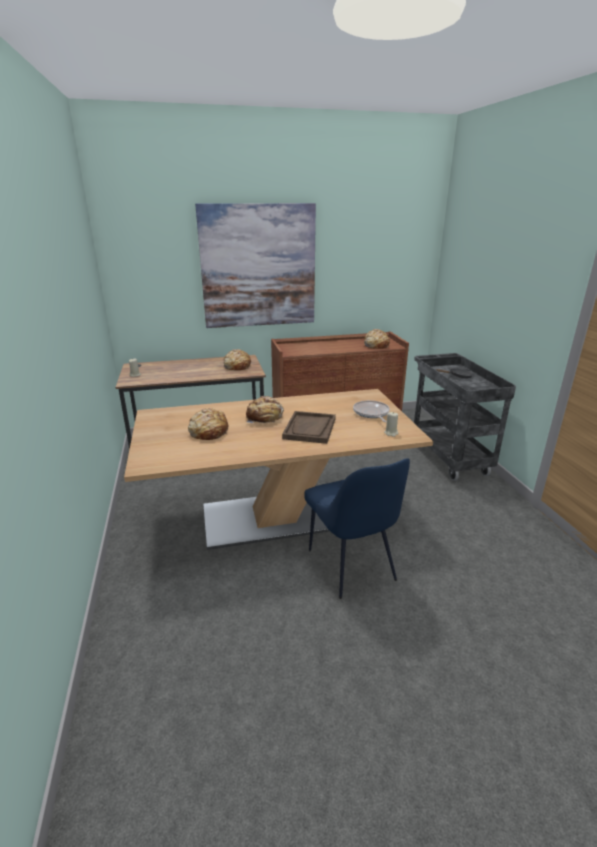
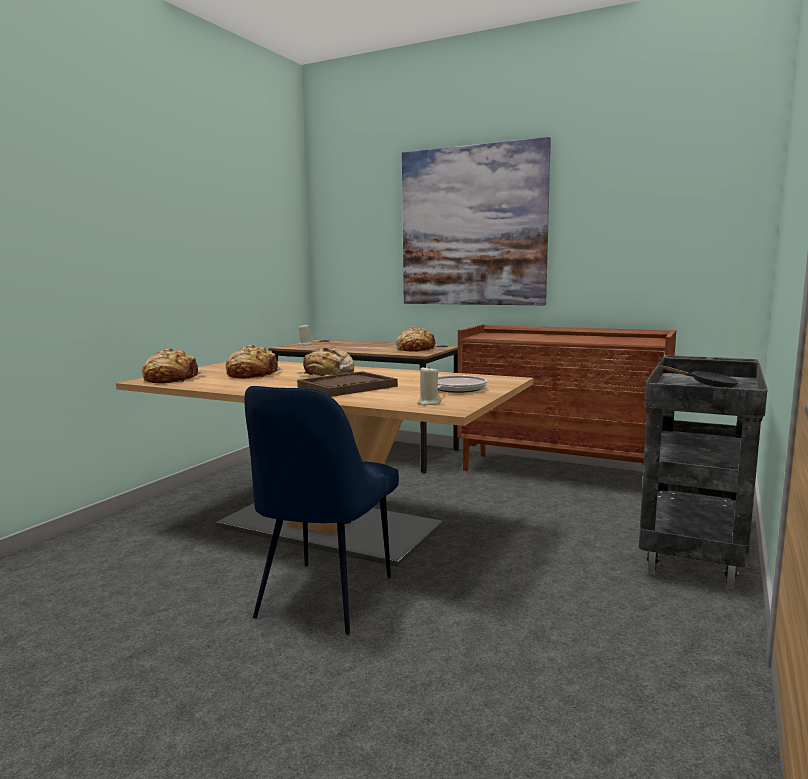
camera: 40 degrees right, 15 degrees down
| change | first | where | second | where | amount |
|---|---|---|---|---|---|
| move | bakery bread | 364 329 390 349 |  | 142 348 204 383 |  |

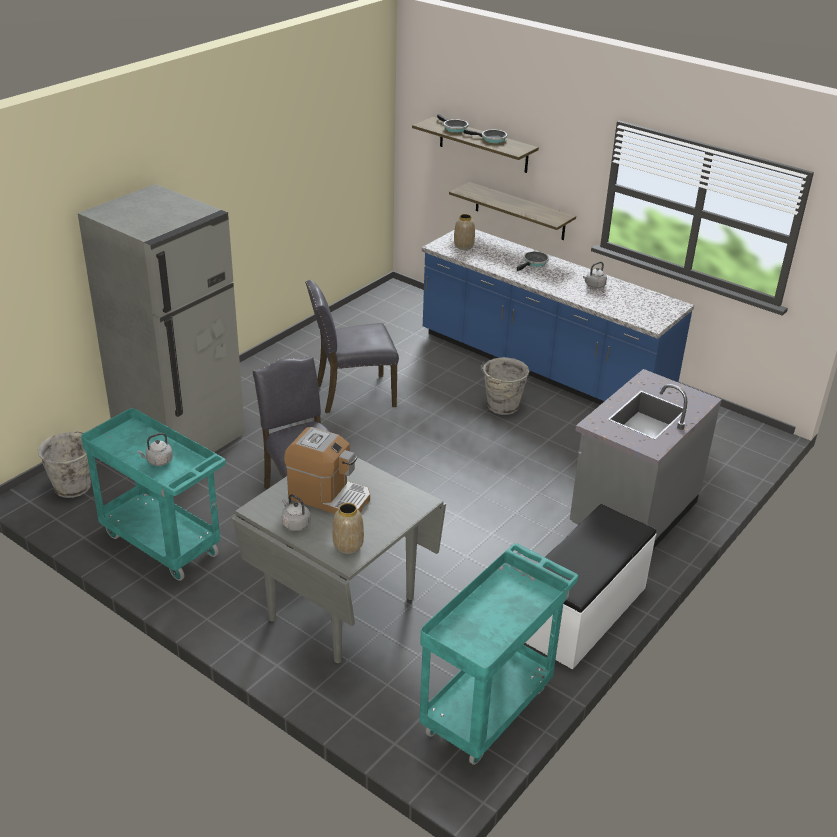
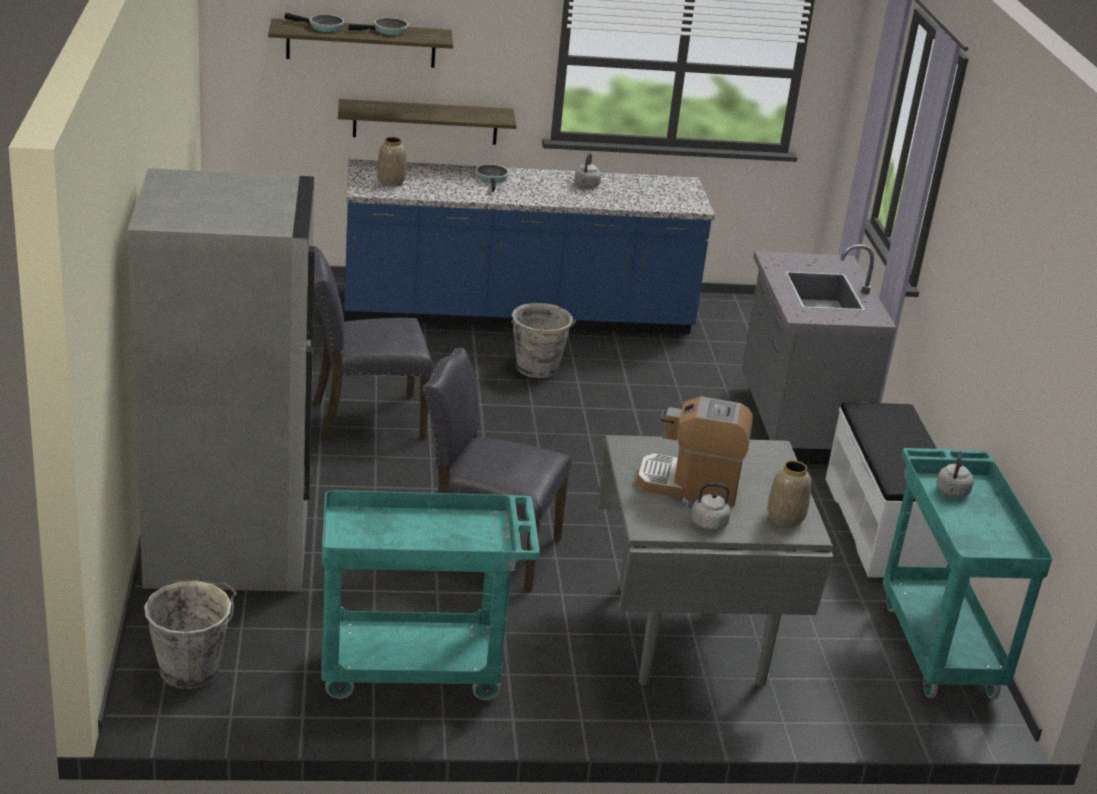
camera: 45 degrees left, 5 degrees down
| change | first | where | second | where | amount |
|---|---|---|---|---|---|
| rotate | grey chair | 305 280 399 413 |  | 313 246 433 440 | 45 degrees clockwise |
| rotate | coffee maker | 284 427 370 514 |  | 637 396 753 507 | 150 degrees counterclockwise |
| move | grey water kettle | 137 433 173 466 |  | 936 451 974 497 |  |

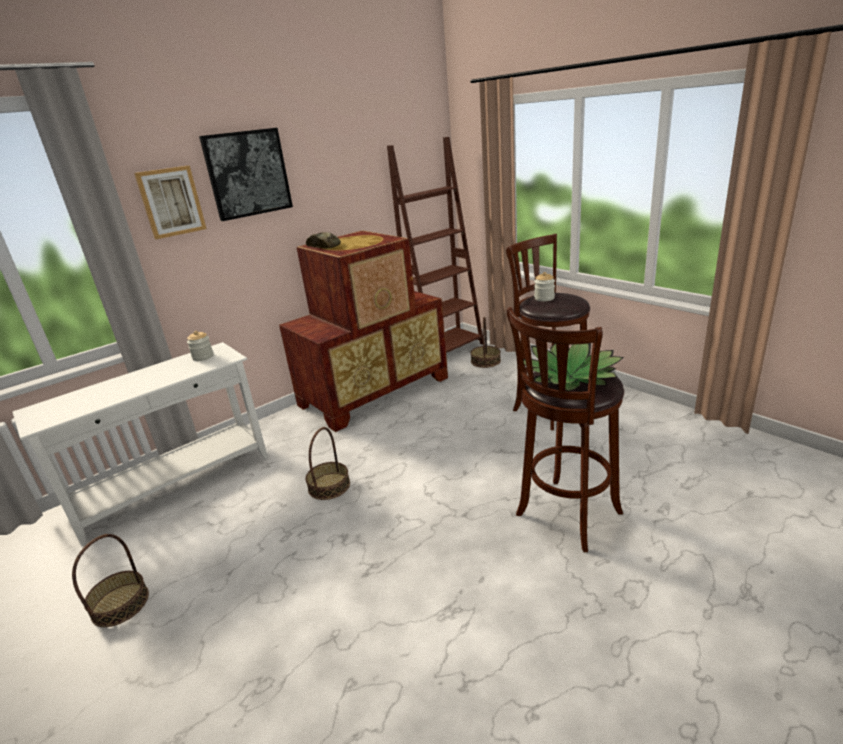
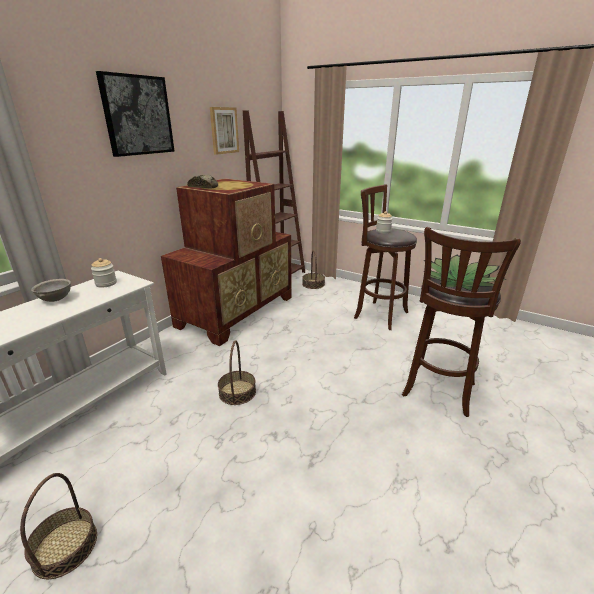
camera: 20 degrees left, 0 degrees up
| change | first | where | second | where | amount |
|---|---|---|---|---|---|
| move | wall art | 134 166 207 239 |  | 210 107 239 155 |  |
| insert |  |  | grey bowl | 31 279 71 302 |  |

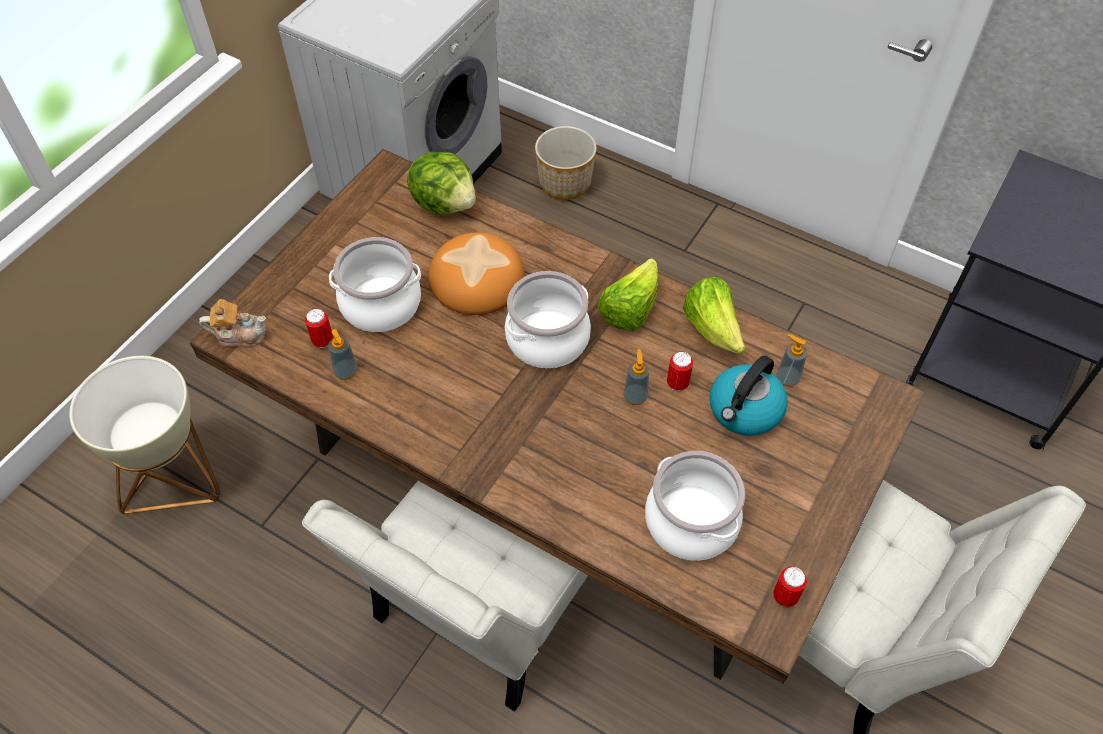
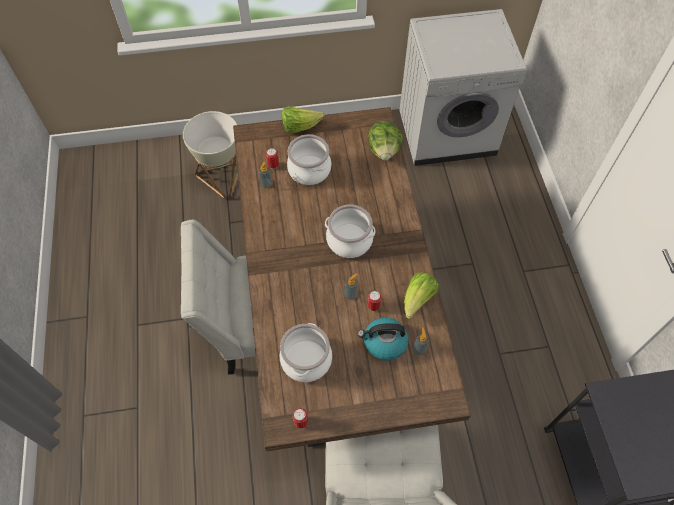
camera: 50 degrees right, 5 degrees up
| change | first | where | second | where | amount |
|---|---|---|---|---|---|
| delete | plant pot | 535 126 597 200 |  |  |  |
| delete | bakery bread | 428 232 525 315 |  |  |  |
| move | lettuce | 597 258 658 331 |  | 282 106 324 134 |  |
| delete | teapot | 199 299 266 347 |  |  |  |

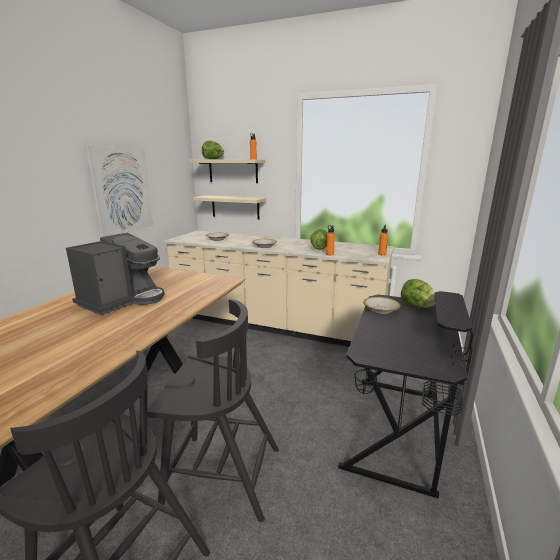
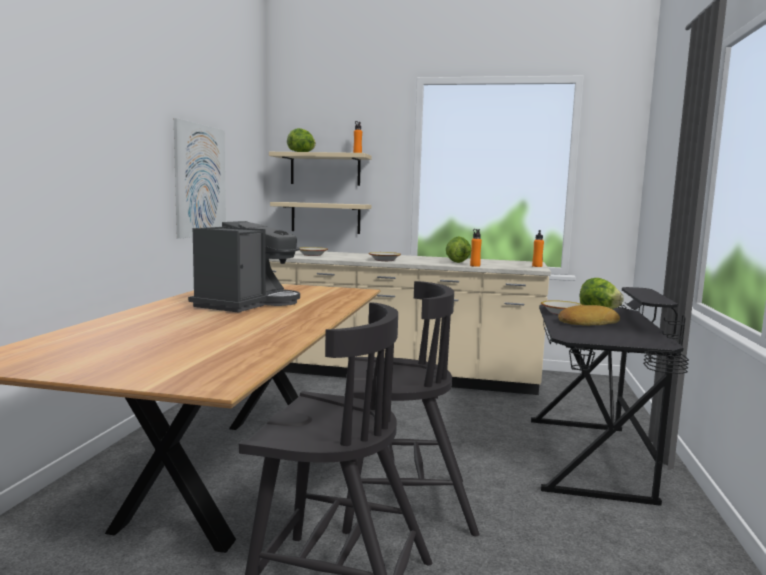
camera: 10 degrees left, 10 degrees down
| change | first | where | second | where | amount |
|---|---|---|---|---|---|
| insert |  |  | bakery bread | 558 305 620 326 |  |

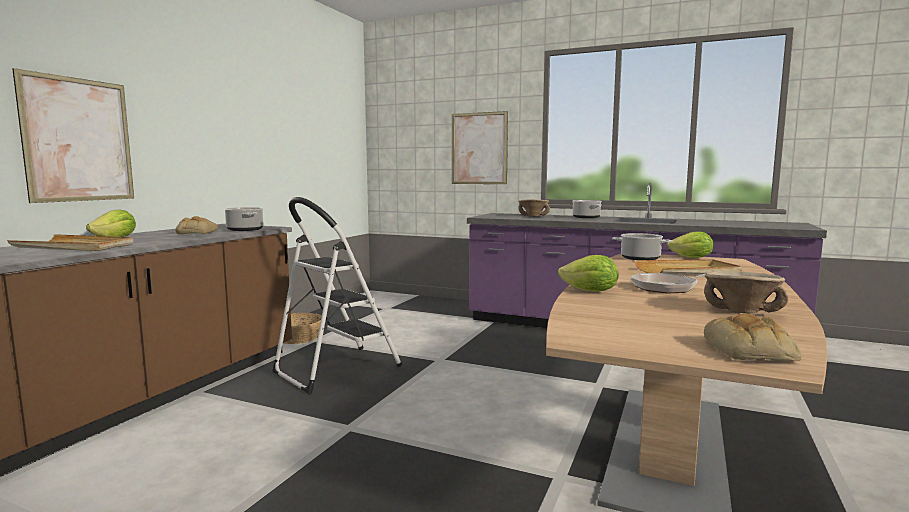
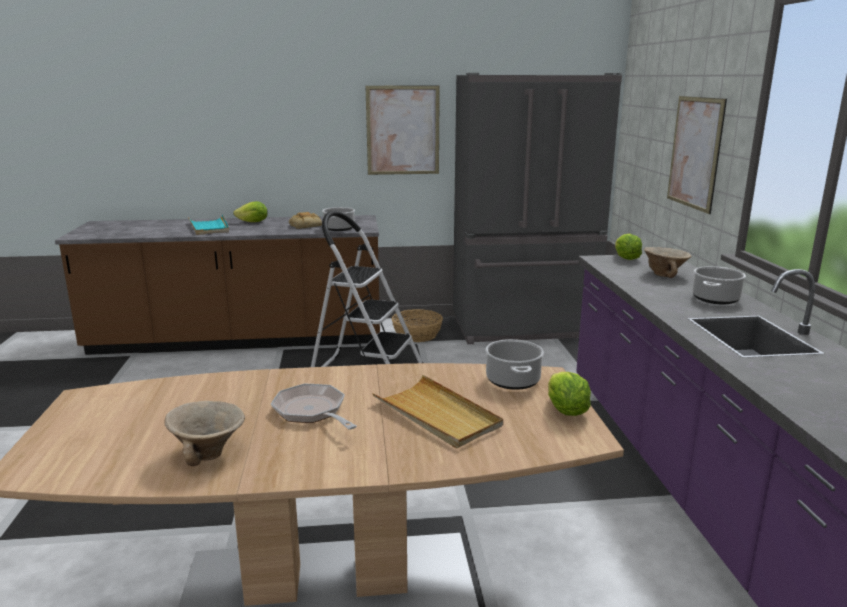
camera: 60 degrees right, 10 degrees up
| change | first | where | second | where | amount |
|---|---|---|---|---|---|
| move | wall art | 12 68 134 203 |  | 365 86 440 175 |  |
| recolor | sand-coloured serving tray | 7 234 133 251 | blue-green serving tray | 189 214 229 235 |  |
| move | lettuce | 558 255 618 292 |  | 615 234 642 260 |  |
| delete | bakery bread | 704 314 801 361 |  |  |  |
| insert |  |  | grey kitchen fridge | 453 73 622 344 |  |

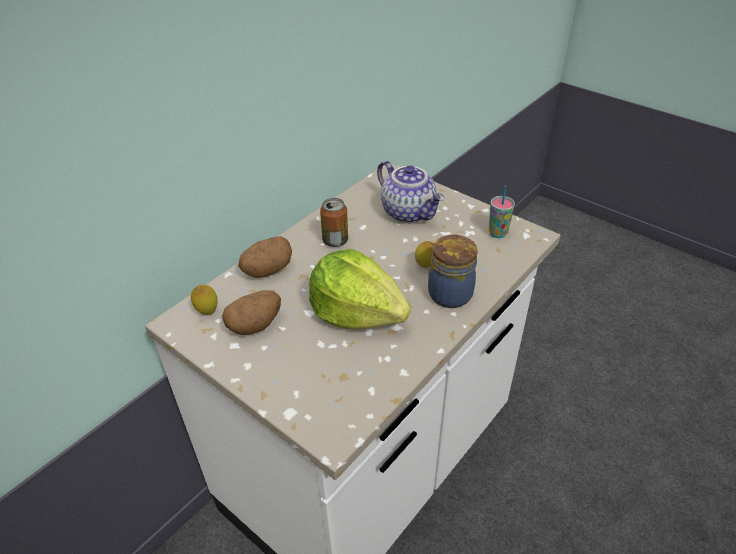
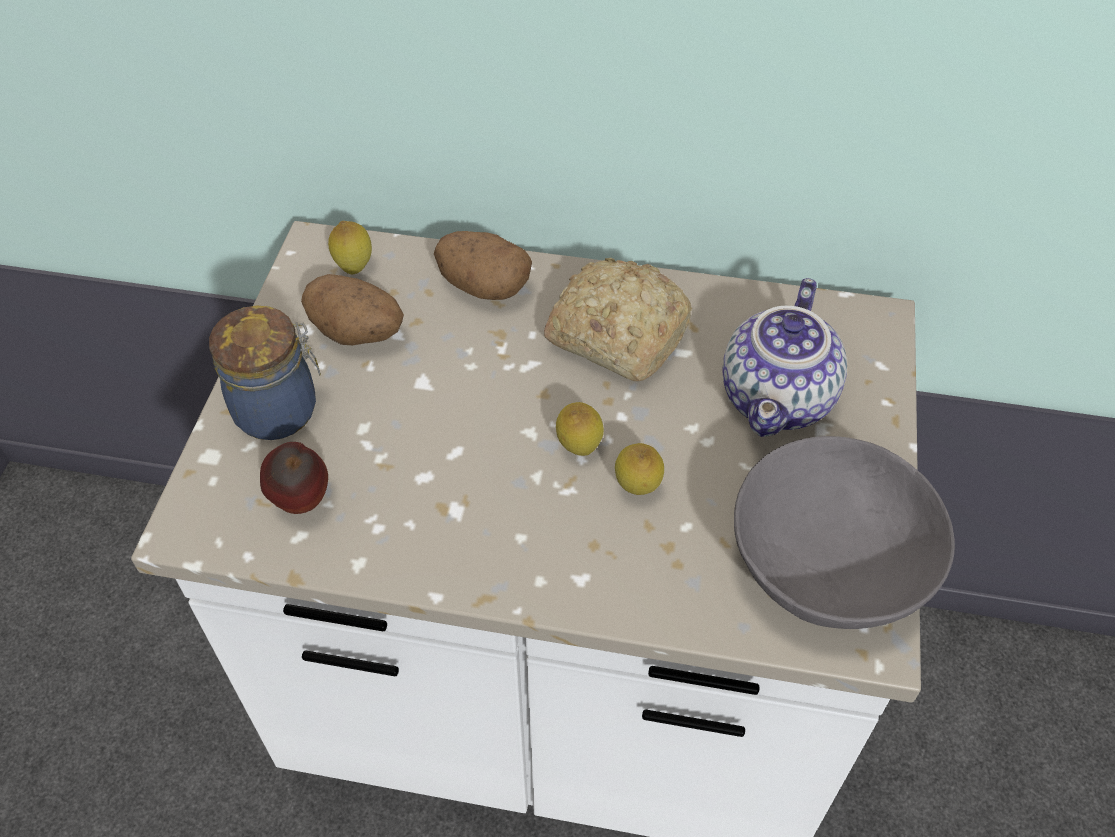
camera: 60 degrees right, 10 degrees up
| change | first | where | second | where | amount |
|---|---|---|---|---|---|
| replace | small cup | 489 186 515 238 | grey bowl | 734 436 955 629 |  |
| replace | metal can | 320 198 348 247 | bakery bread | 544 258 692 381 |  |
| move | storage jar | 428 234 478 308 |  | 209 306 321 440 |  |
| delete | lettuce | 309 249 411 330 |  |  |  |
| insert |  |  | citrus fruit | 556 402 604 456 |  |
| insert |  |  | apple | 260 442 328 514 |  |

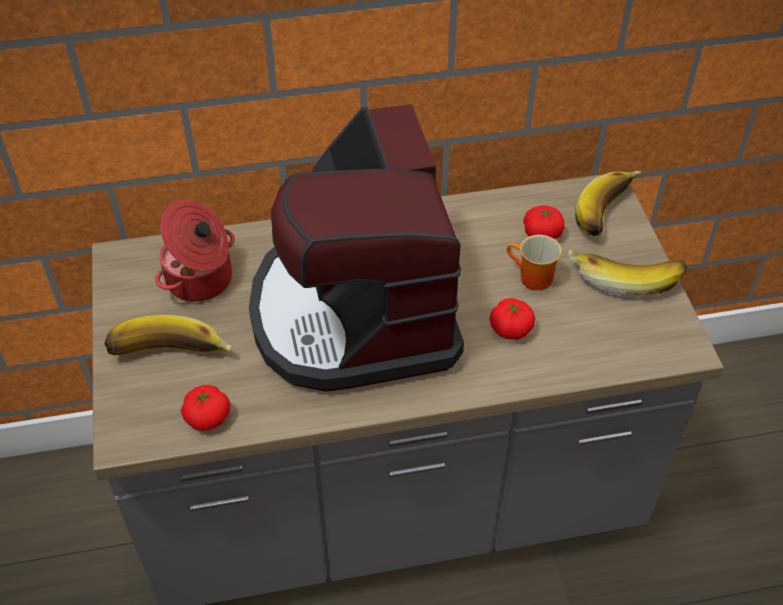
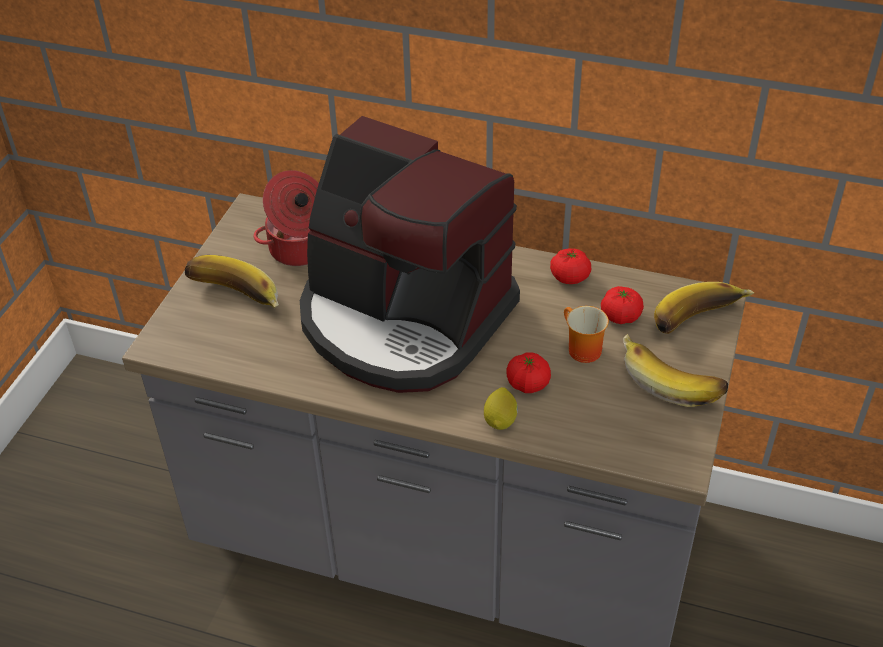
camera: 30 degrees right, 5 degrees down
| change | first | where | second | where | amount |
|---|---|---|---|---|---|
| rotate | coffee maker | 249 104 464 392 |  | 300 116 520 393 | 75 degrees counterclockwise |
| move | tomato | 181 385 230 431 |  | 550 248 591 284 |  |
| insert |  |  | citrus fruit | 484 387 518 430 |  |

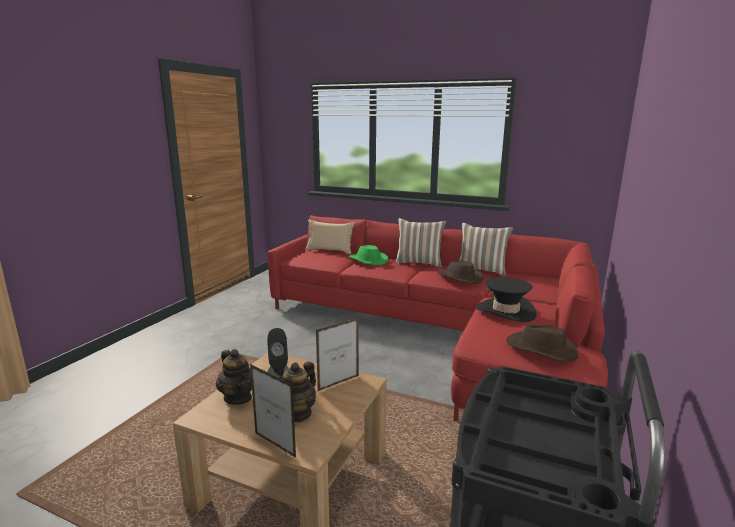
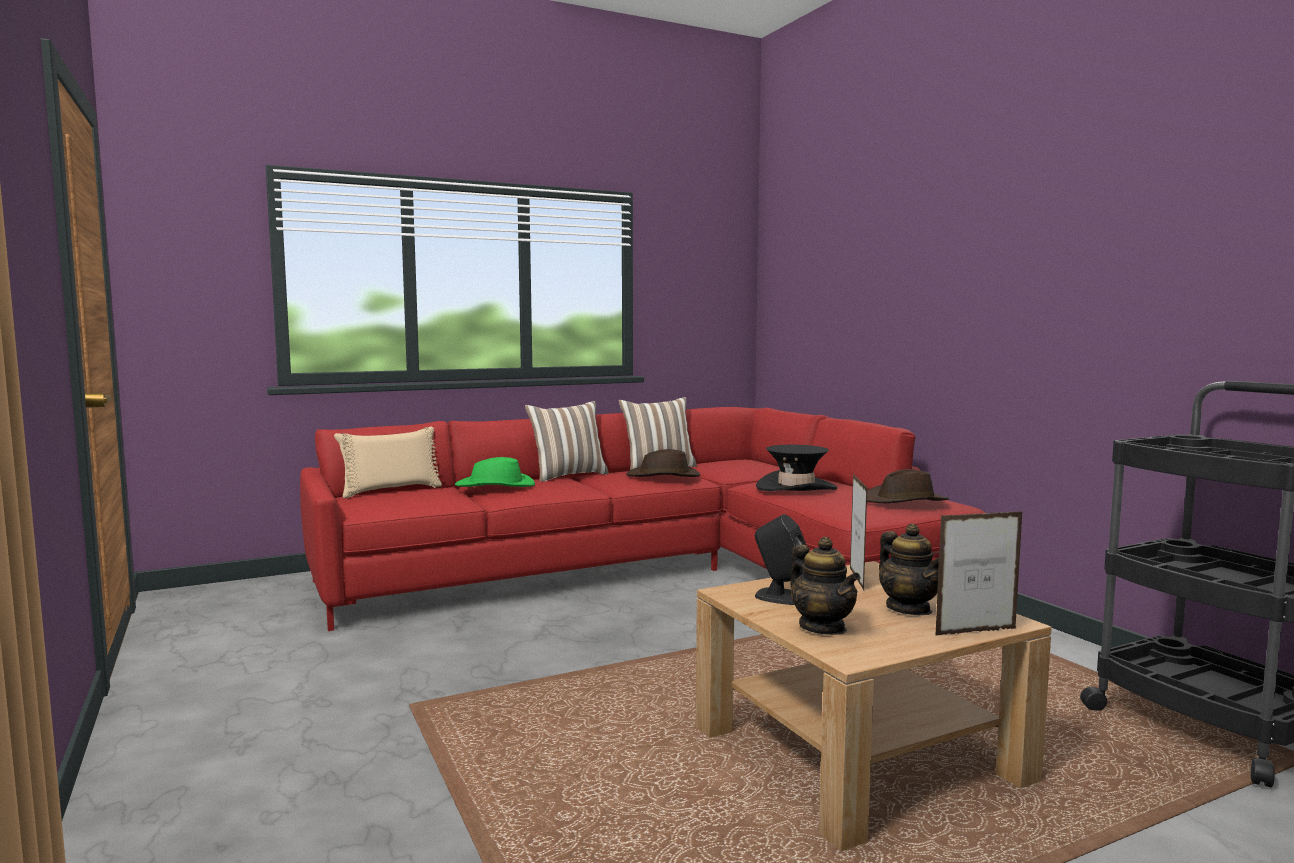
camera: 50 degrees left, 10 degrees down
| change | first | where | second | where | amount |
|---|---|---|---|---|---|
| rotate | teapot | 216 349 252 405 |  | 790 537 860 635 | 60 degrees clockwise |

